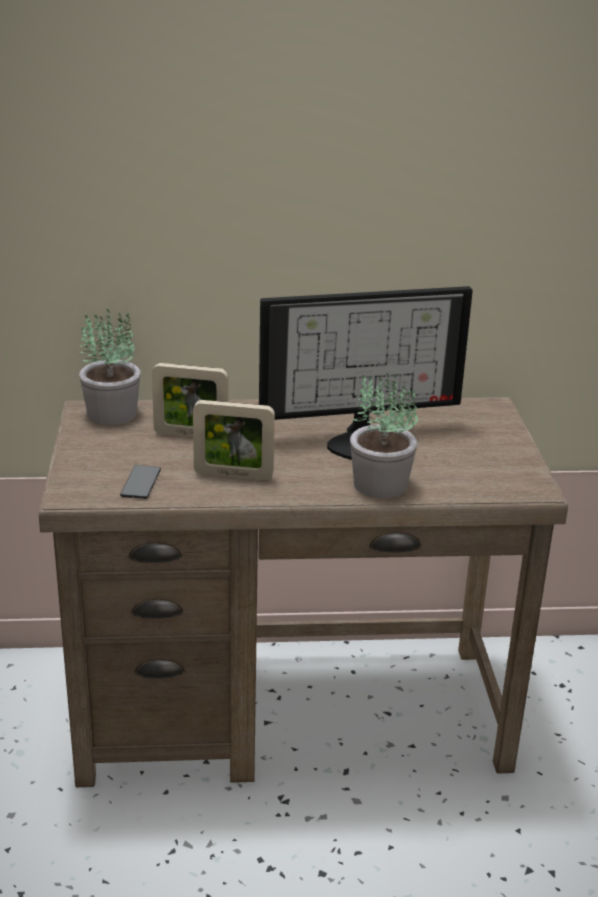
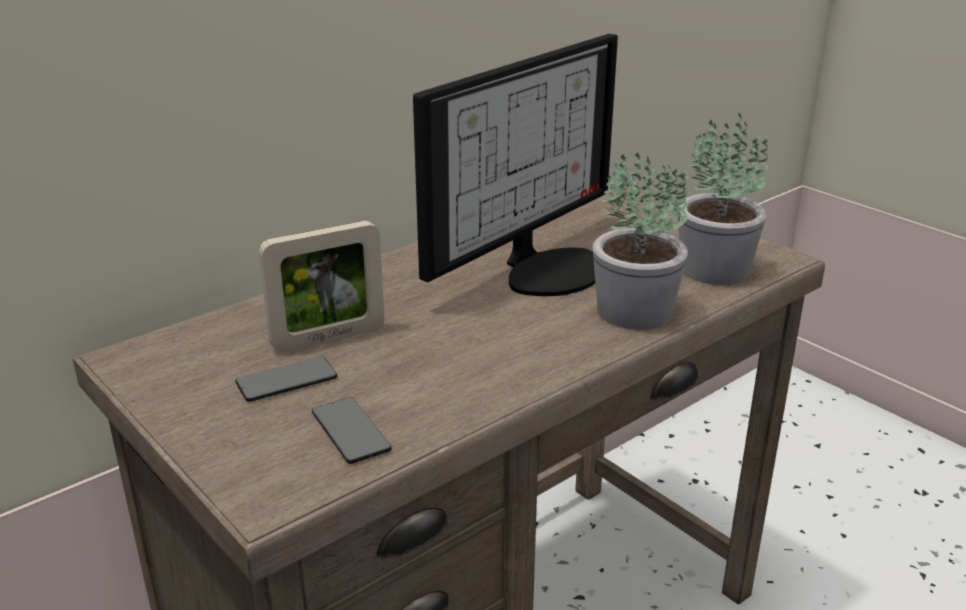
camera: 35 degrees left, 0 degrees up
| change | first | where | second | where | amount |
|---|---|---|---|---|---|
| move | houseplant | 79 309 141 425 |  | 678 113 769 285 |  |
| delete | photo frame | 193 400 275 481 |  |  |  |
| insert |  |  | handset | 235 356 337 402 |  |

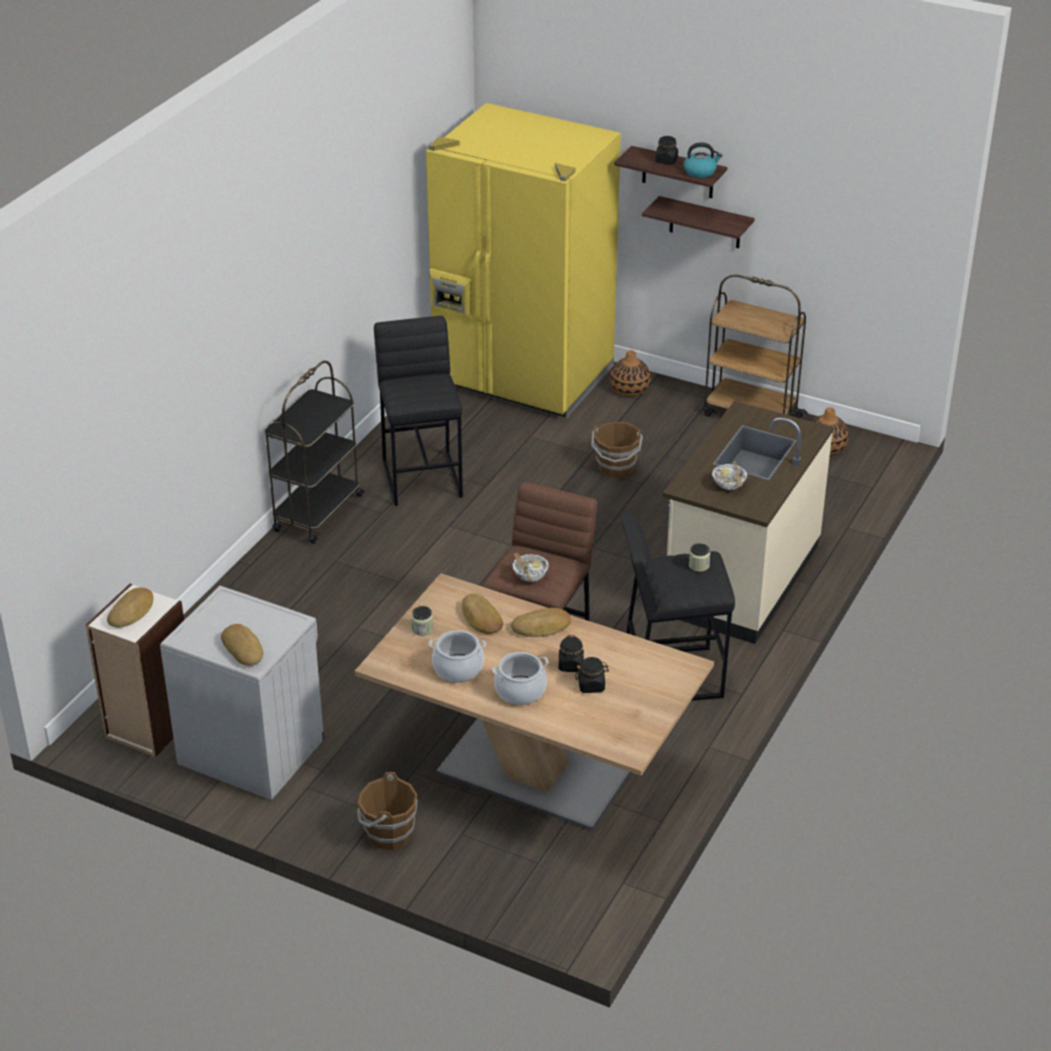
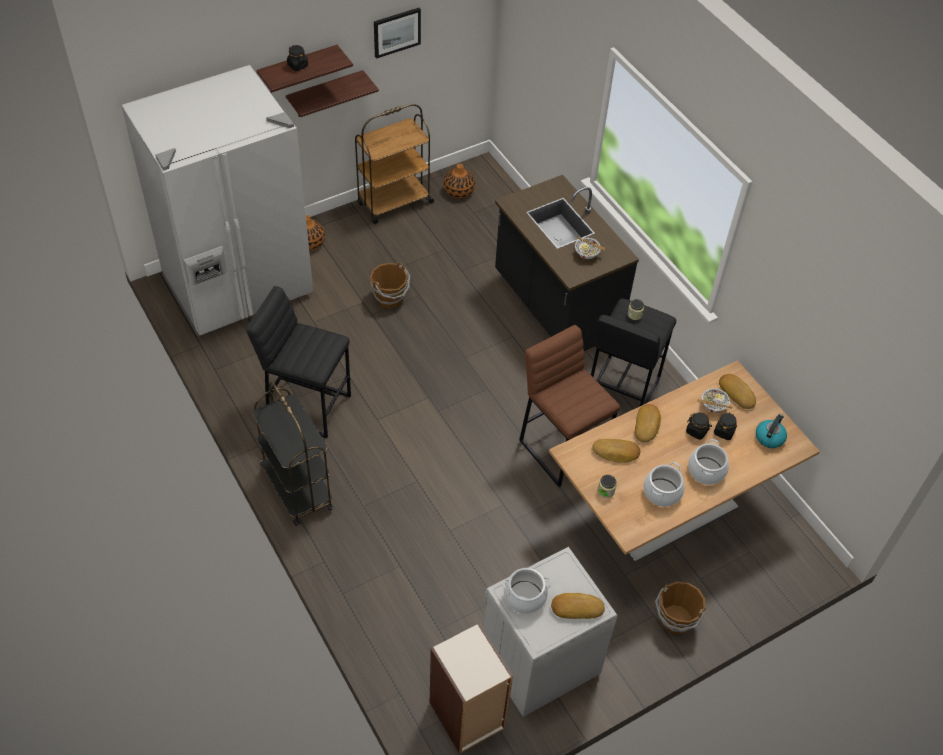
camera: 60 degrees left, 15 degrees up
| change | first | where | second | where | amount |
|---|---|---|---|---|---|
| recolor | yellow kitchen fridge | 426 103 621 418 | white-coloured kitchen fridge | 122 65 313 336 |  |
| move | water kettle | 684 142 722 178 |  | 756 414 787 448 |  |
| recolor | sand-coloured kitchen base unit | 663 401 833 644 | blackish kitchen base unit | 495 175 639 351 |  |
| move | bowl | 512 553 549 582 |  | 697 388 732 413 |  |
| move | bakery bread | 107 588 153 628 |  | 719 374 756 409 |  |
| insert |  |  | wall art | 374 8 421 59 |  |
| insert |  |  | stockpot | 503 568 551 614 |  |

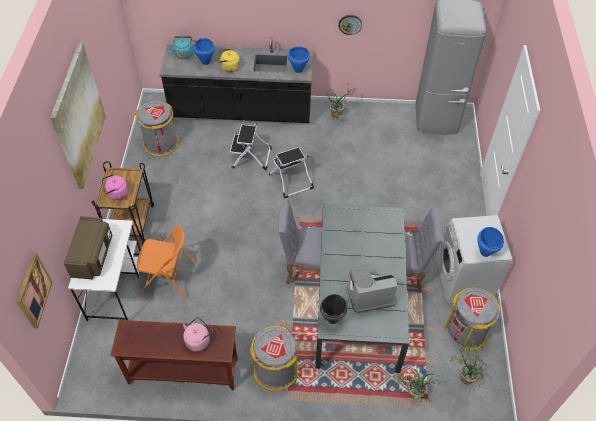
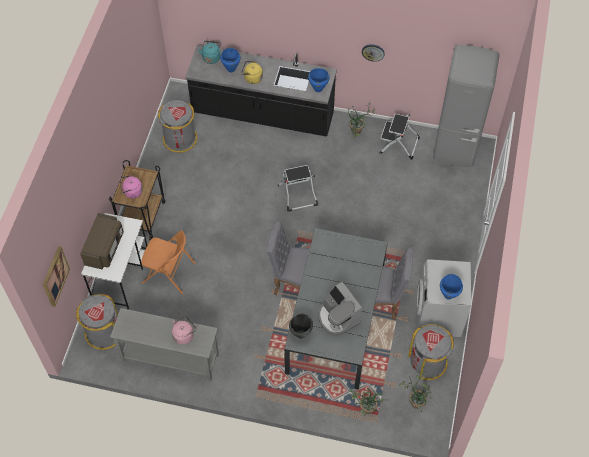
camera: 10 degrees right, 5 degrees up
| change | first | where | second | where | amount |
|---|---|---|---|---|---|
| delete | wall art | 50 43 106 189 |  |  |  |
| move | step stool | 230 123 272 171 |  | 379 114 420 160 |  |
| rotate | coffee maker | 347 265 397 313 |  | 318 282 362 336 | 120 degrees counterclockwise |
| recolor | brown-coloured hall table | 110 320 238 390 | grey hall table | 110 308 219 382 |  |
| move | grey waste bin | 250 325 297 391 |  | 76 294 118 350 |  |

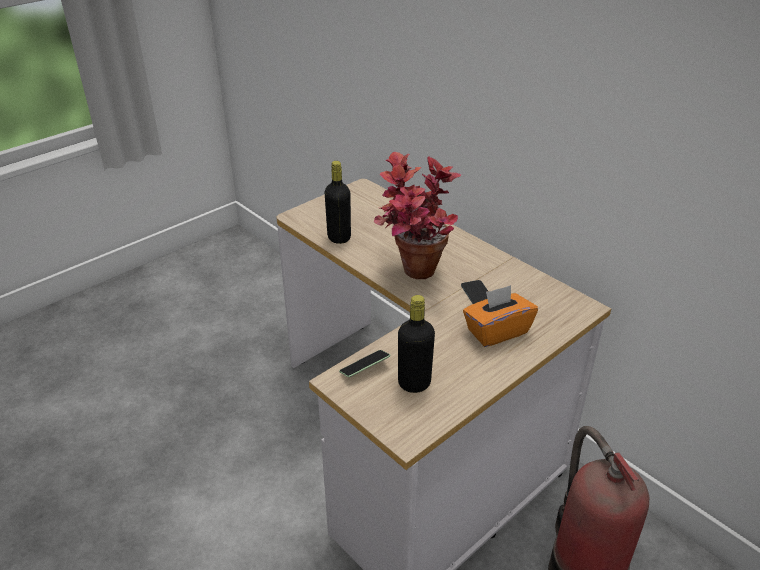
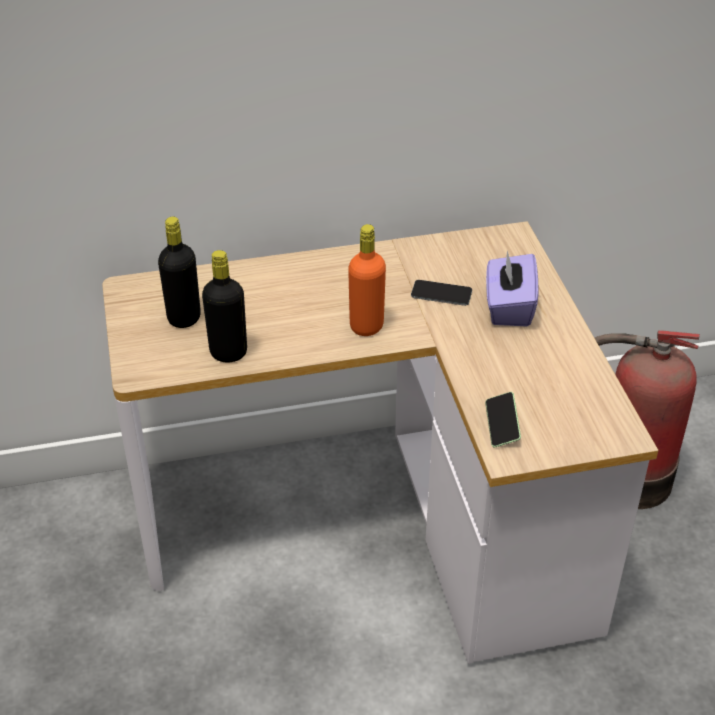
camera: 60 degrees left, 5 degrees up
| change | first | where | second | where | amount |
|---|---|---|---|---|---|
| replace | houseplant | 374 152 461 279 | orange-coloured drink bottle | 348 224 386 336 |  |
| recolor | orange-coloured tissue box | 463 285 538 347 | purple tissue box | 486 251 539 326 |  |
| move | blackish drink bottle | 398 295 435 393 |  | 158 217 201 328 |  |

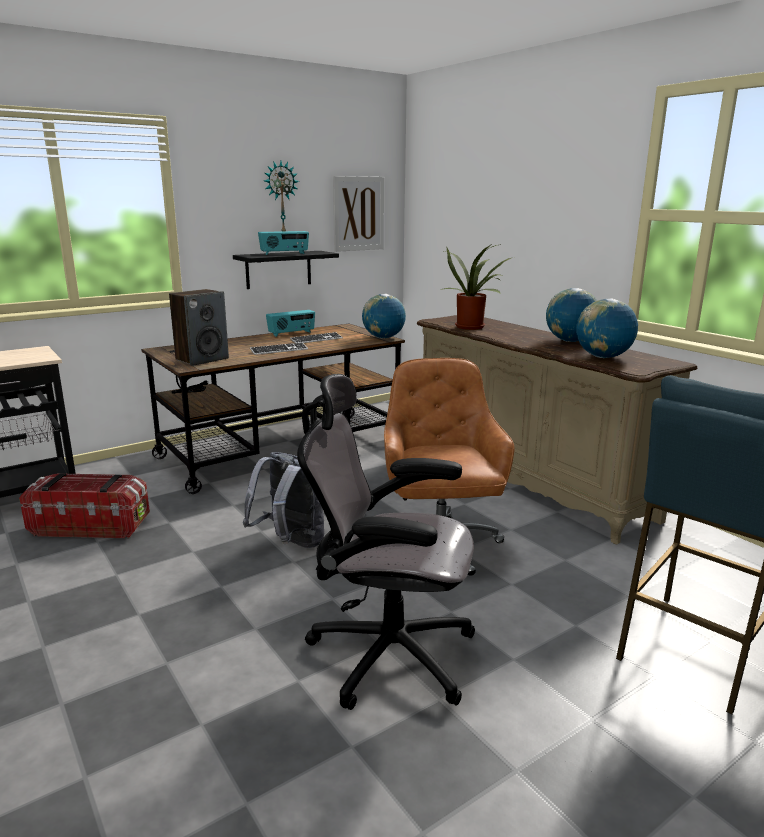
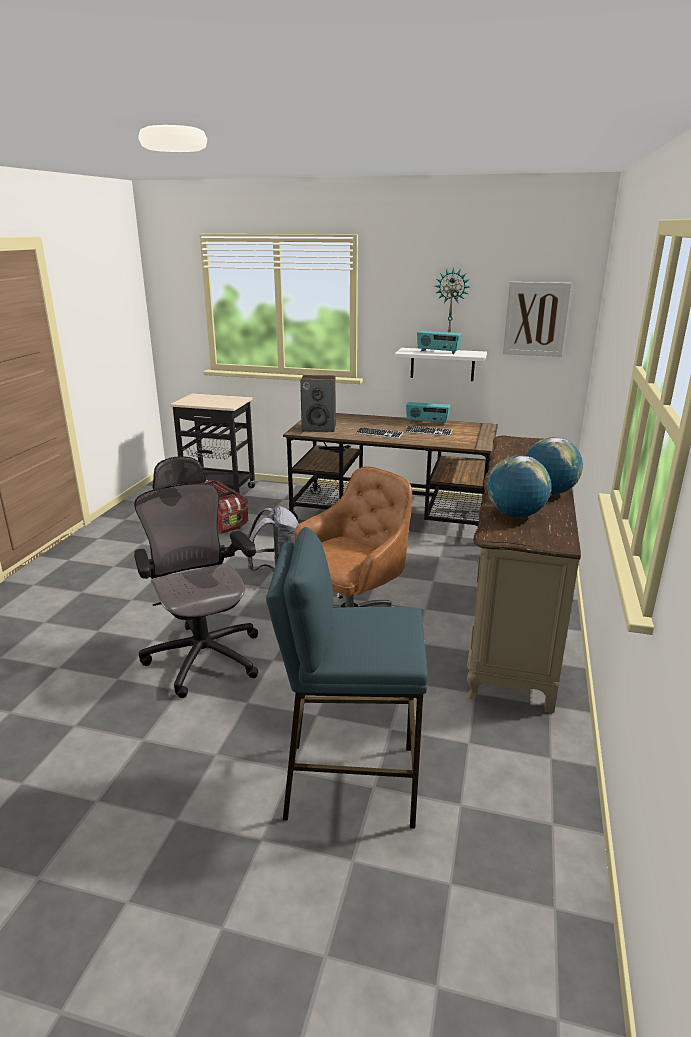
camera: 50 degrees right, 5 degrees up
| change | first | where | second | where | amount |
|---|---|---|---|---|---|
| delete | houseplant | 441 244 511 330 |  |  |  |
| recolor | blackish shelf | 233 251 339 289 | white-coloured shelf | 395 348 487 381 |  |
| delete | desk globe | 362 294 406 338 |  |  |  |

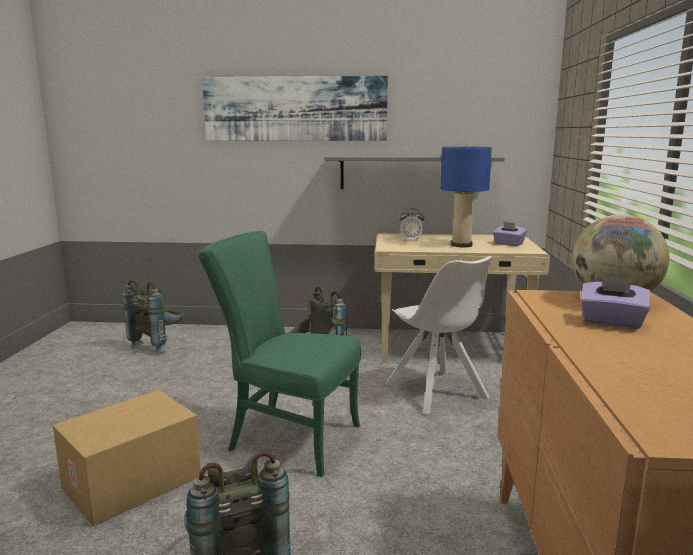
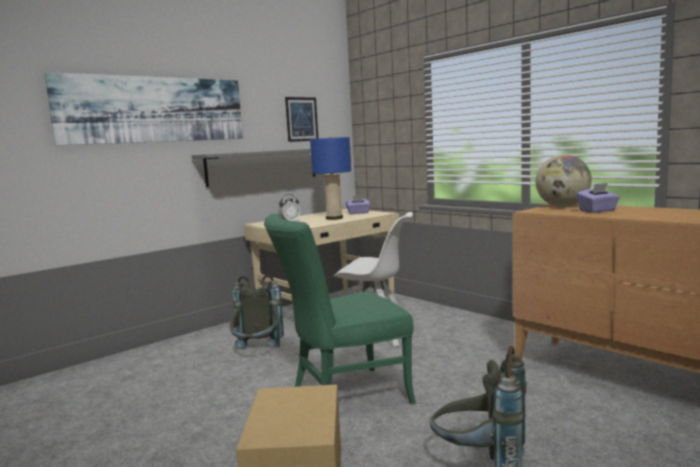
camera: 45 degrees left, 5 degrees down
| change | first | where | second | where | amount |
|---|---|---|---|---|---|
| delete | grey backpack | 123 280 184 354 |  |  |  |
| insert |  |  | wall art | 285 97 318 142 |  |

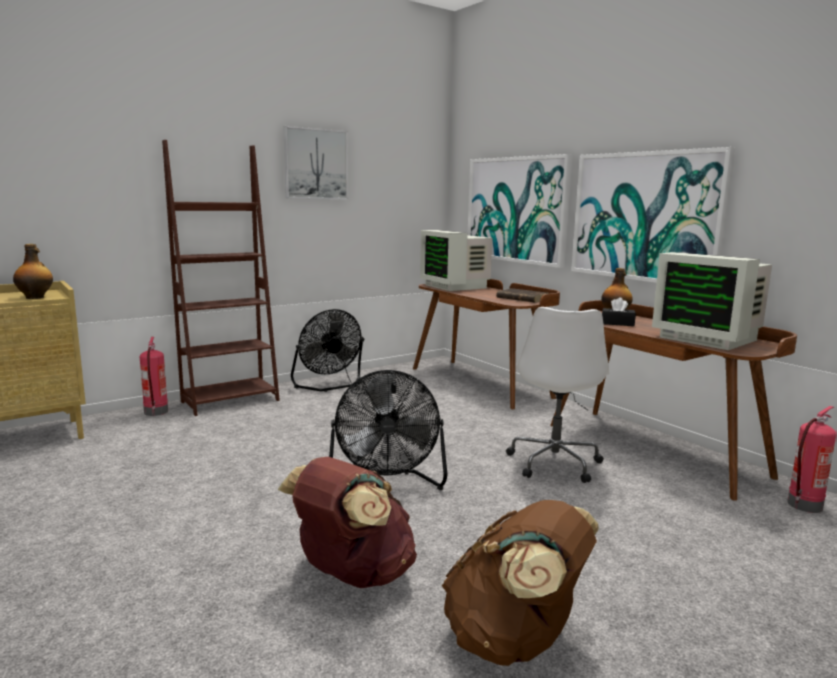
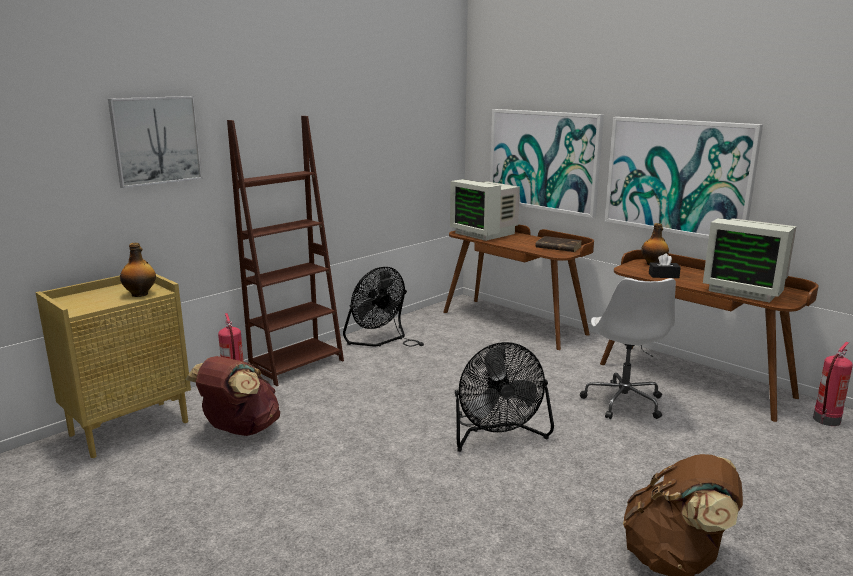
camera: 10 degrees left, 5 degrees up
| change | first | where | second | where | amount |
|---|---|---|---|---|---|
| move | wall art | 283 126 348 199 |  | 108 96 203 188 |  |
| move | brown-coloured backpack | 277 457 417 588 |  | 185 356 280 436 |  |

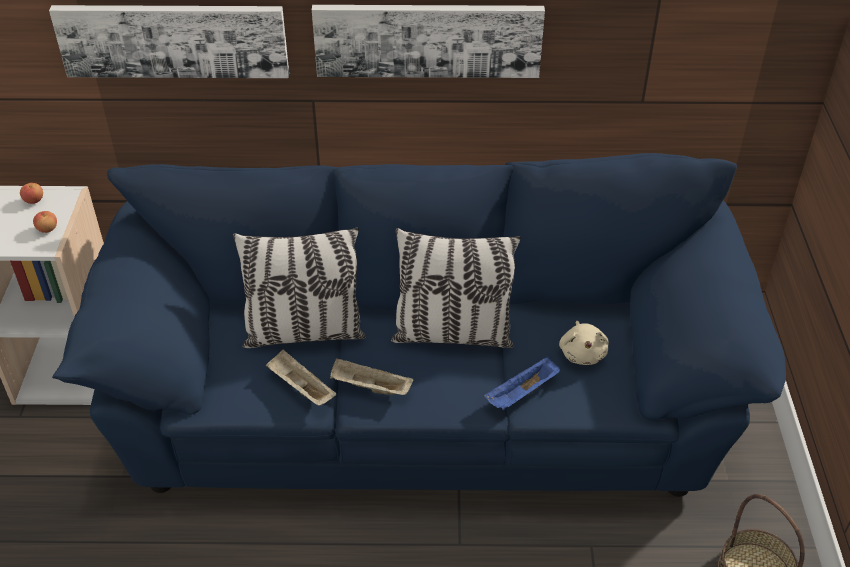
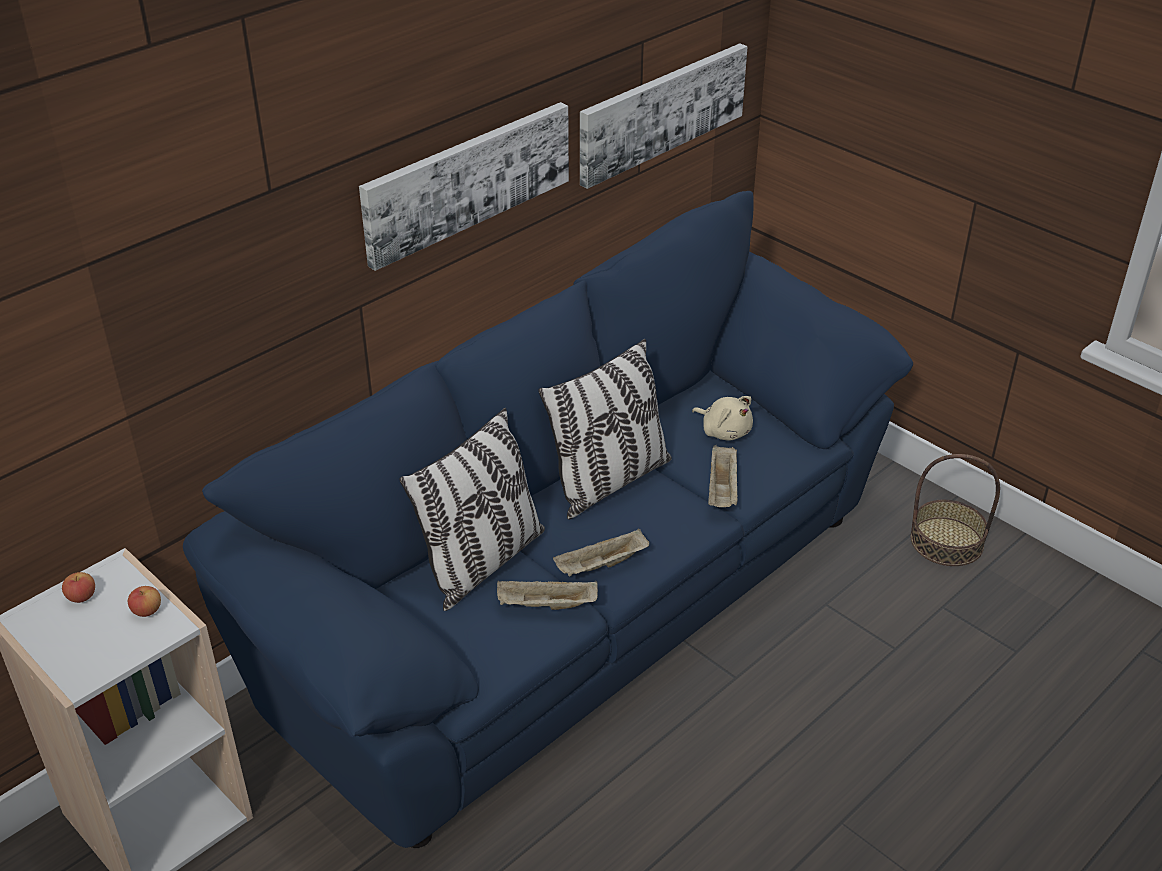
camera: 45 degrees left, 5 degrees down
| change | first | where | second | where | amount |
|---|---|---|---|---|---|
| move | wall art | 49 5 289 78 |  | 580 43 748 189 |  |
| recolor | blue-coloured serving tray | 484 357 560 410 | sand-coloured serving tray | 708 445 738 507 |  |

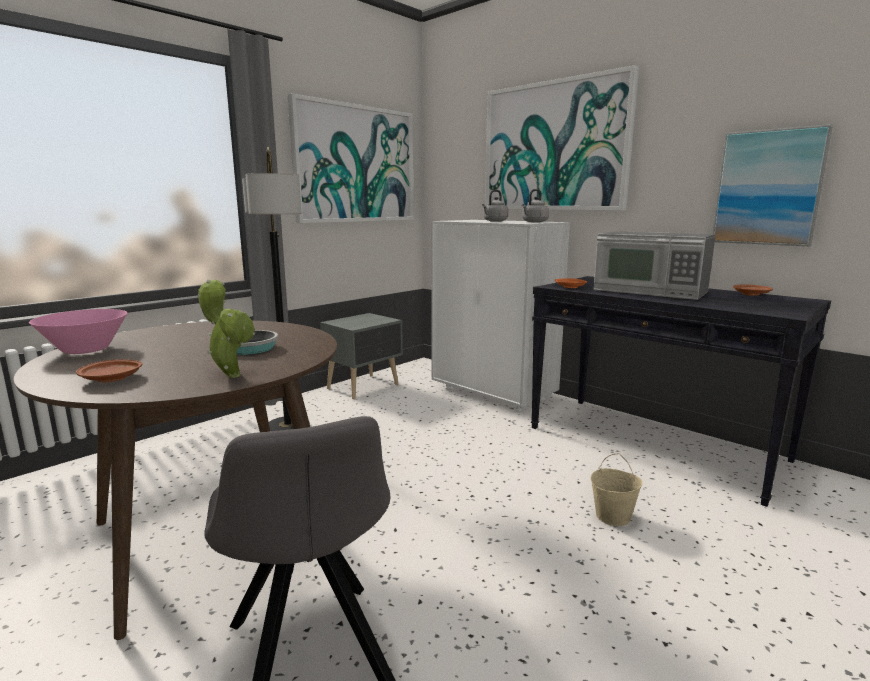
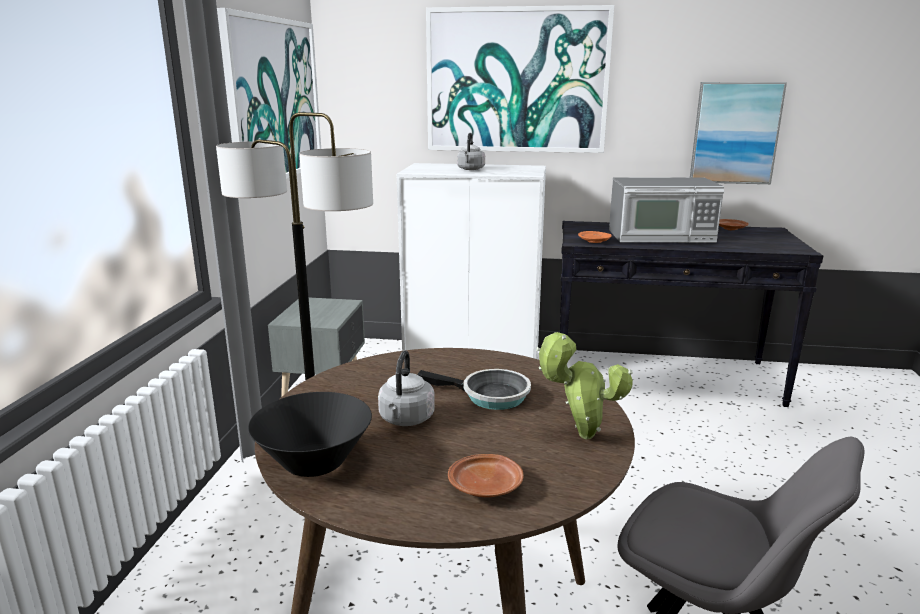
camera: 35 degrees left, 5 degrees up
| change | first | where | second | where | amount |
|---|---|---|---|---|---|
| move | grey water kettle | 522 189 549 222 |  | 378 350 435 426 |  |
| recolor | pinkish bowl | 29 309 127 354 | blackish bowl | 248 392 372 477 |  |
| delete | sand-coloured pail | 590 453 643 526 |  |  |  |

